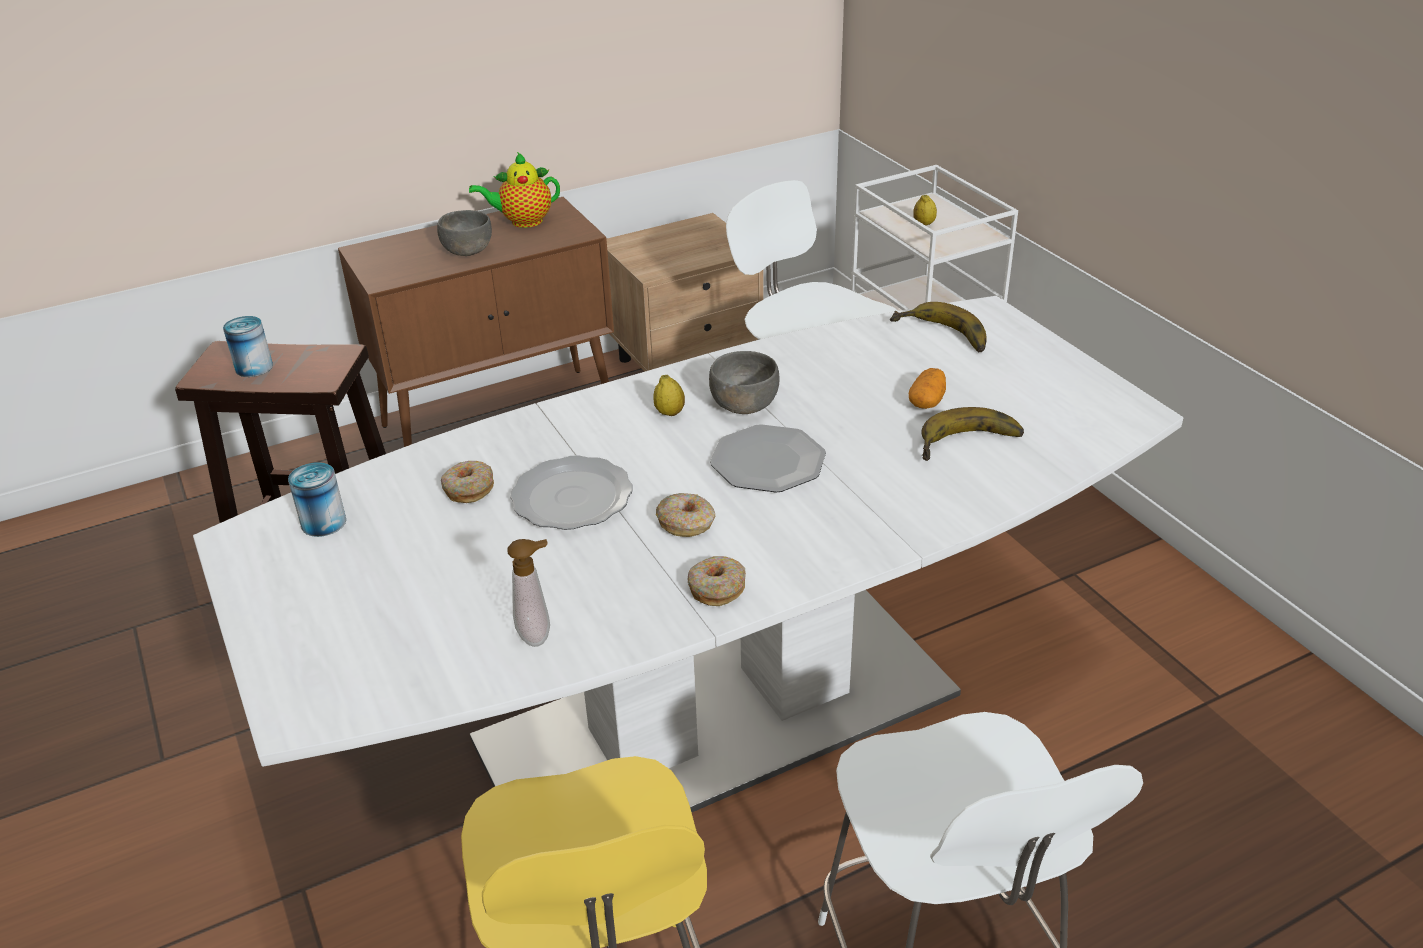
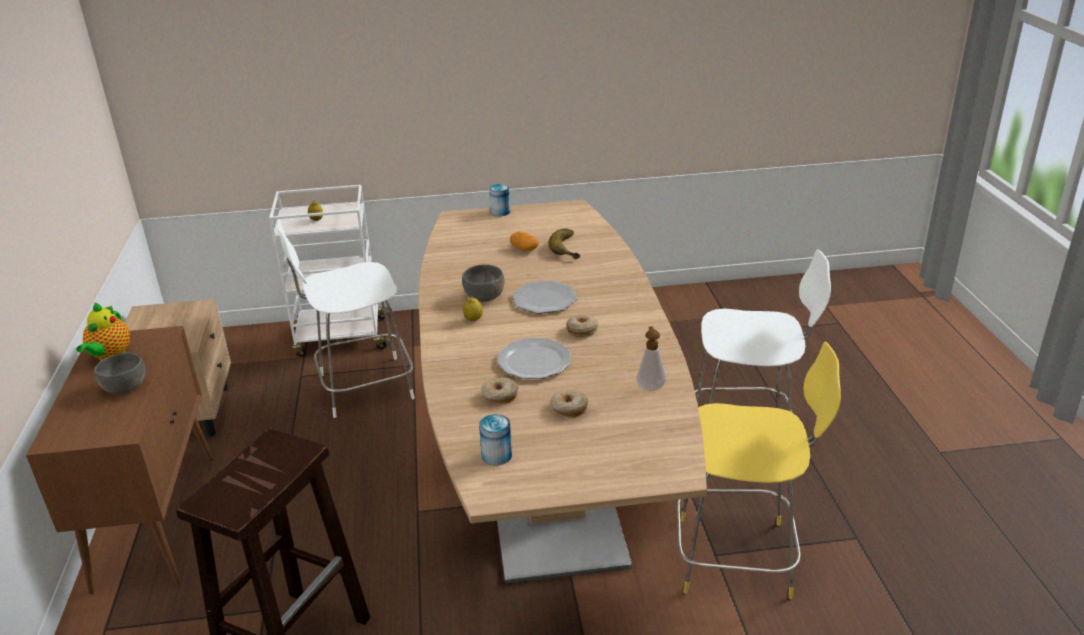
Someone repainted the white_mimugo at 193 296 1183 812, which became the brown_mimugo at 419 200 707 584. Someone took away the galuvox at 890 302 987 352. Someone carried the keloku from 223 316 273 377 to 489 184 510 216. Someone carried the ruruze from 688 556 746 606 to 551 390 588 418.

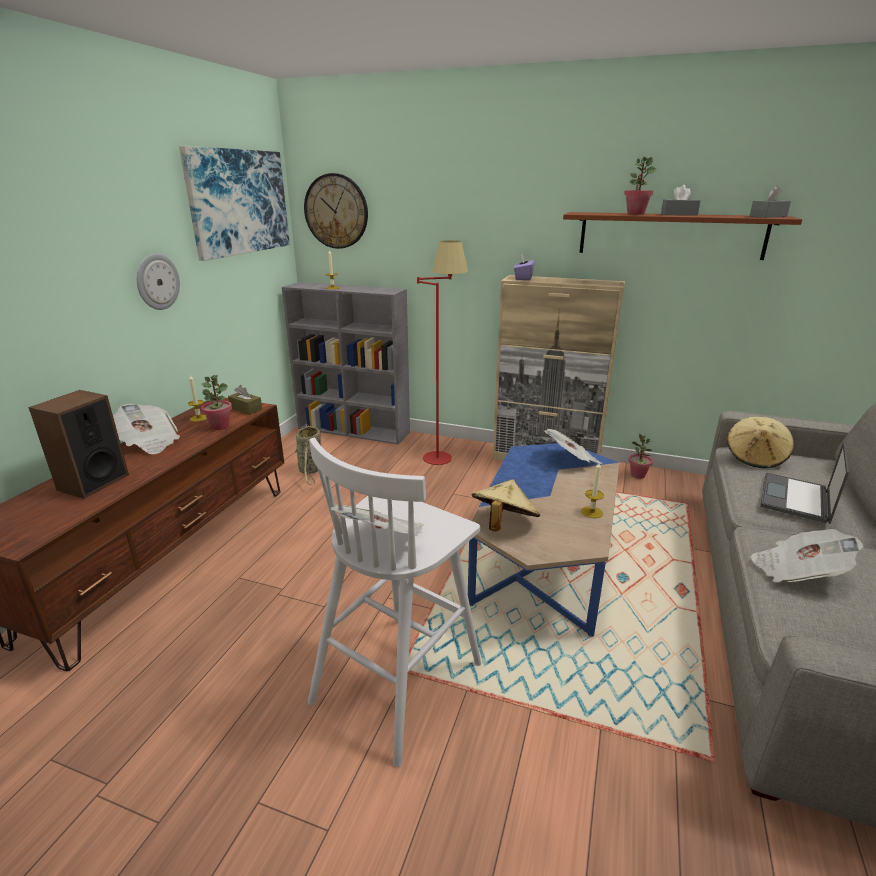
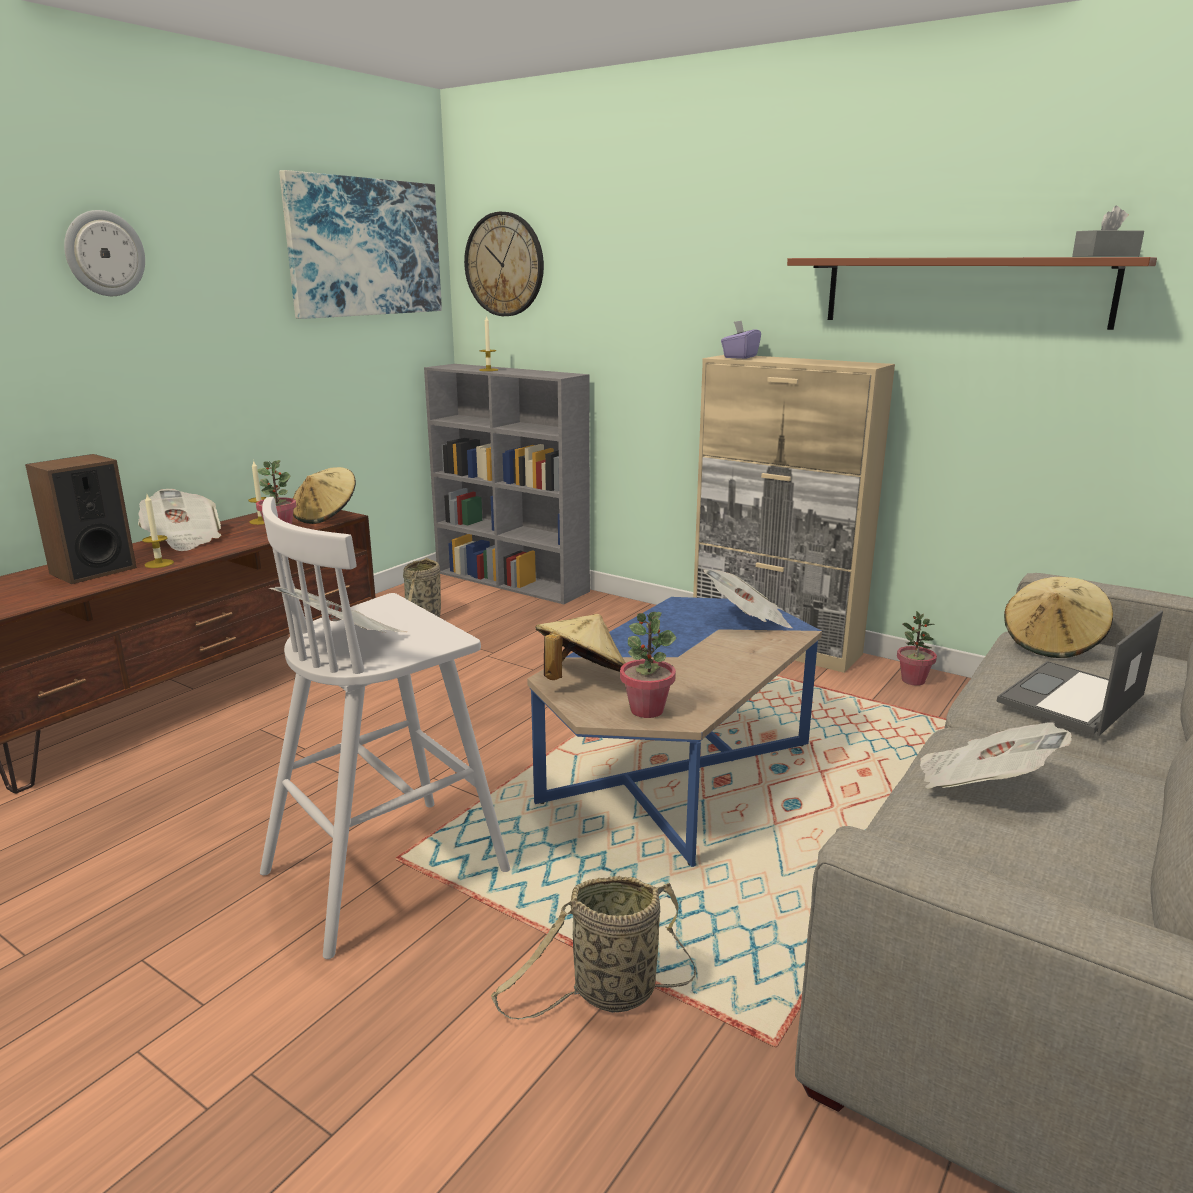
Someone carried the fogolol from 624 157 657 215 to 620 612 676 718. Someone took away the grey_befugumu at 661 185 701 216. Someone took away the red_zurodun at 417 240 468 465. Someone carried the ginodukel from 137 253 180 310 to 64 210 145 296. Someone swapped the brown_befugumu at 228 385 262 415 for the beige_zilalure at 293 467 356 524. Someone carried the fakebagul from 581 462 604 518 to 142 495 174 568. Someone put down the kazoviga at 491 876 697 1020.

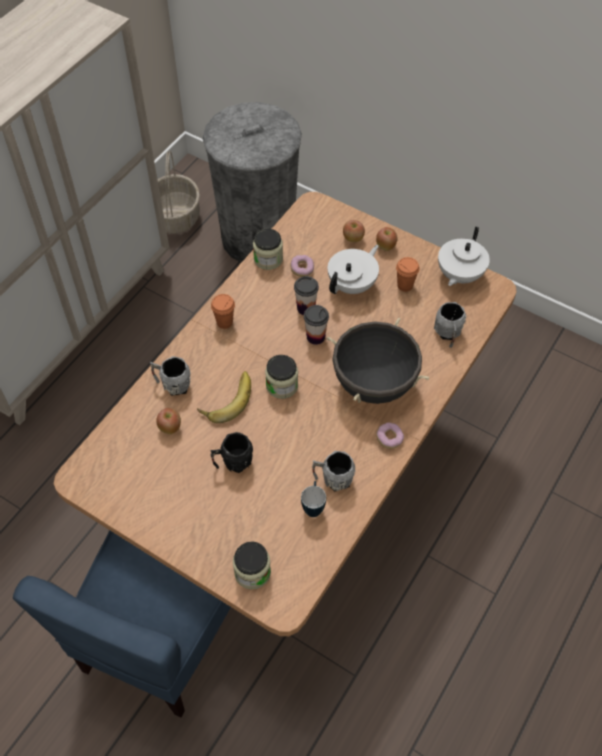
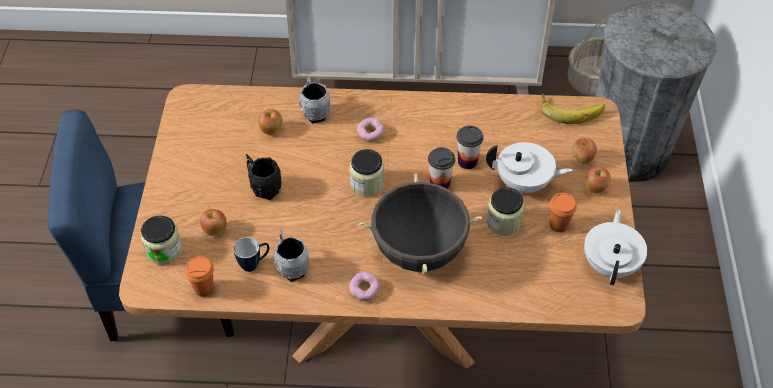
Someone rotated the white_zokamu at 438 226 490 286 by 105 degrees clockwise. Someone carried the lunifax from 253 228 283 270 to 486 187 524 236. Someone carried the ruruze from 290 255 314 277 to 357 117 384 142. Someone carried the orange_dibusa from 211 294 235 329 to 185 256 214 297. Someone took away the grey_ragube at 434 302 466 348. Someone carried the galuvox from 197 371 251 423 to 541 93 605 124. Someone put down the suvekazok at 200 209 227 236.

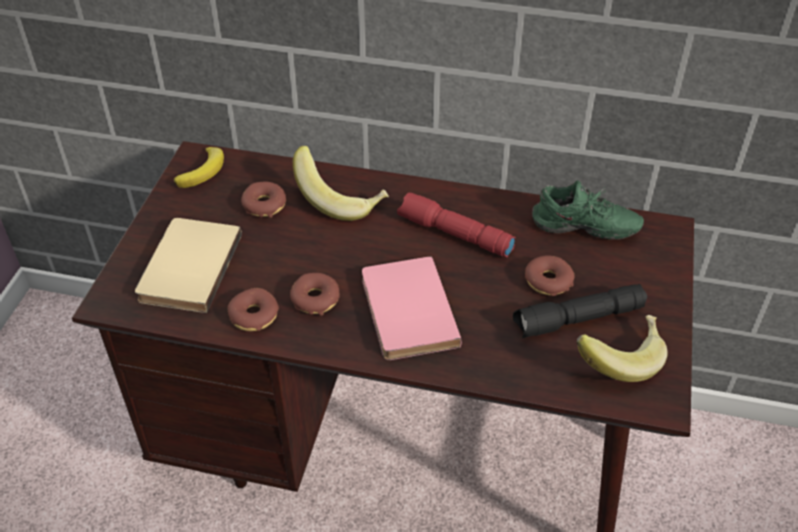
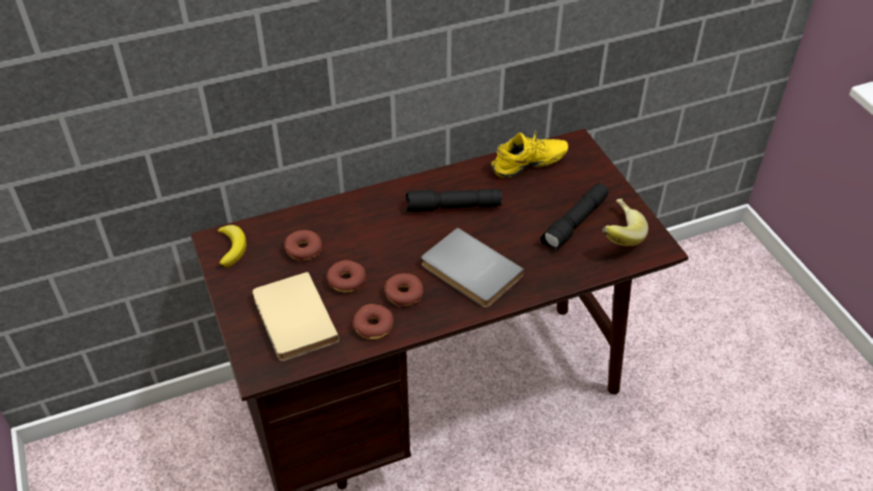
Someone took away the galuvox at 292 146 389 221. Someone repainted the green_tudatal at 532 180 644 240, which became the yellow_tudatal at 491 130 568 178. Someone repainted the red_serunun at 397 193 516 258, which became the black_serunun at 406 189 503 212. Someone carried the ruruze from 525 255 575 296 to 327 260 366 292. Someone repainted the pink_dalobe at 362 256 462 360, which became the grey_dalobe at 422 228 524 308.

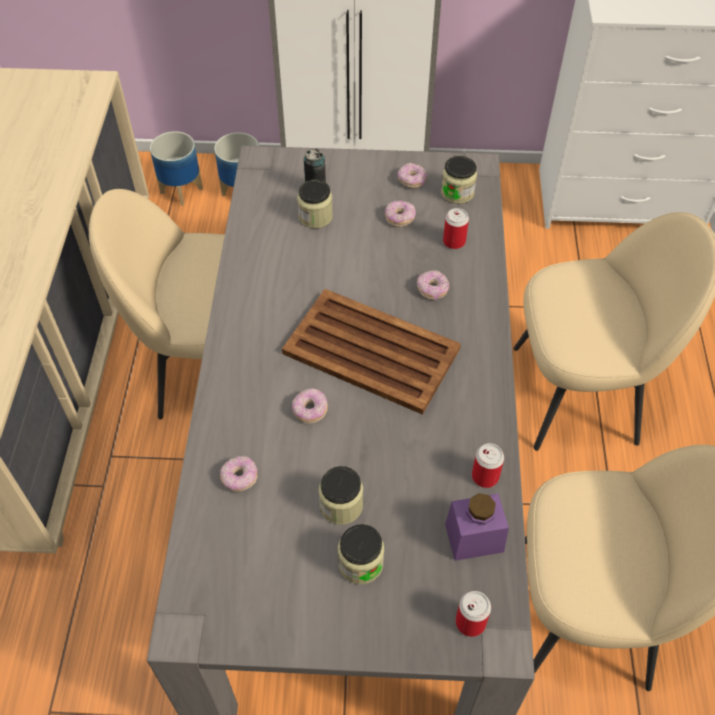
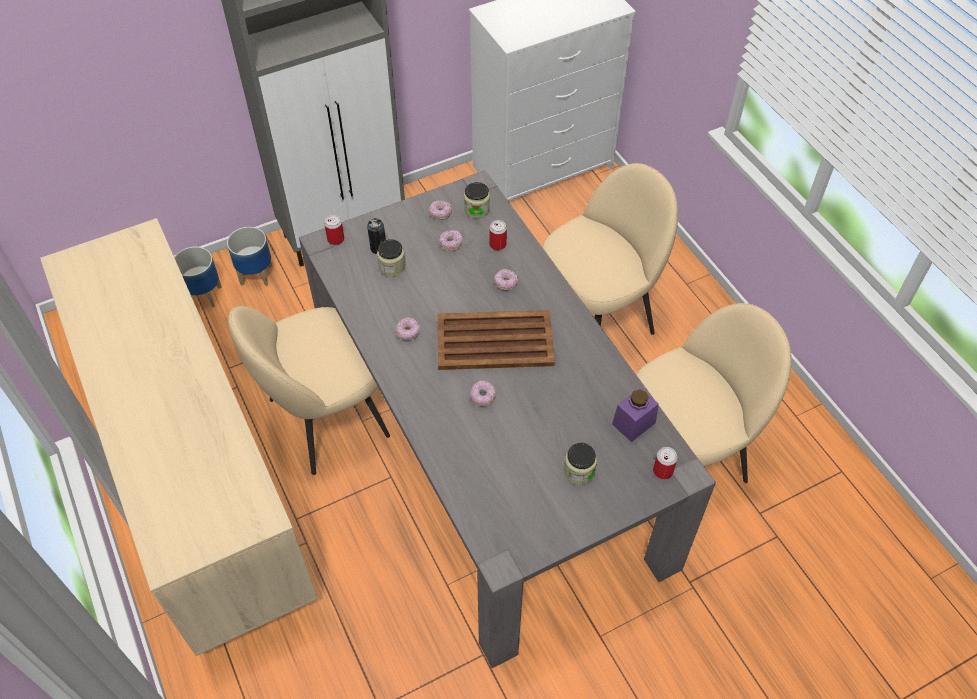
Someone carried the keloku from 472 443 504 488 to 324 215 344 245. Someone carried the ruruze from 220 456 258 492 to 396 317 420 340. Someone took away the lunifax at 319 466 363 525.

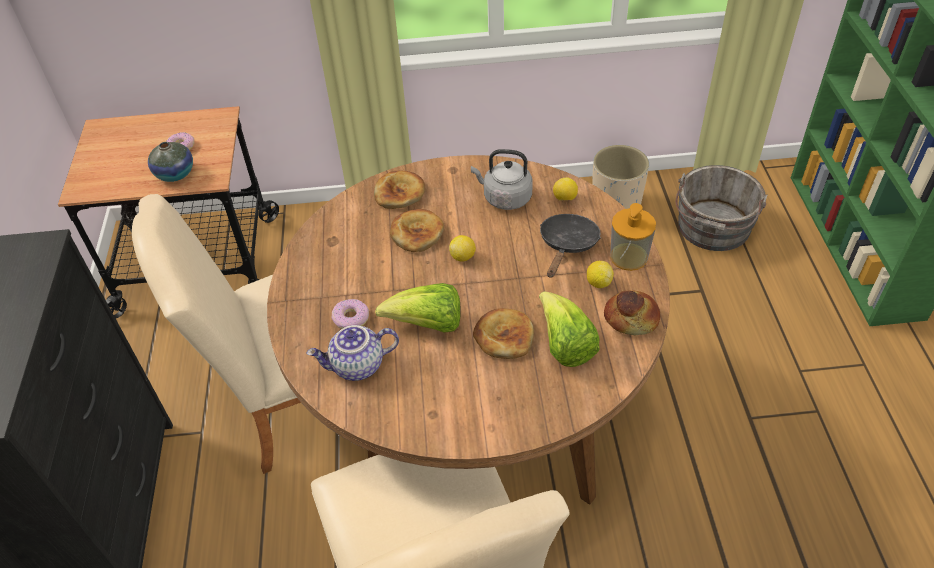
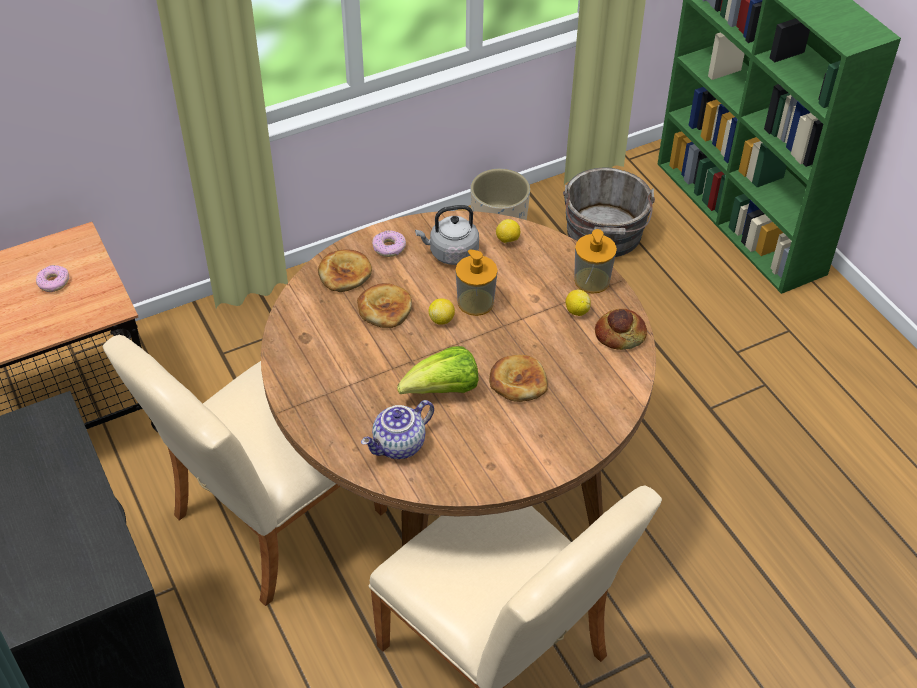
Someone took away the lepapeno at 148 142 193 182. Someone took away the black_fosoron at 540 214 601 278. Someone took away the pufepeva at 539 291 600 367. Someone carried the ruruze from 332 299 369 329 to 372 230 406 257. Someone put down the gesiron at 455 250 498 316.

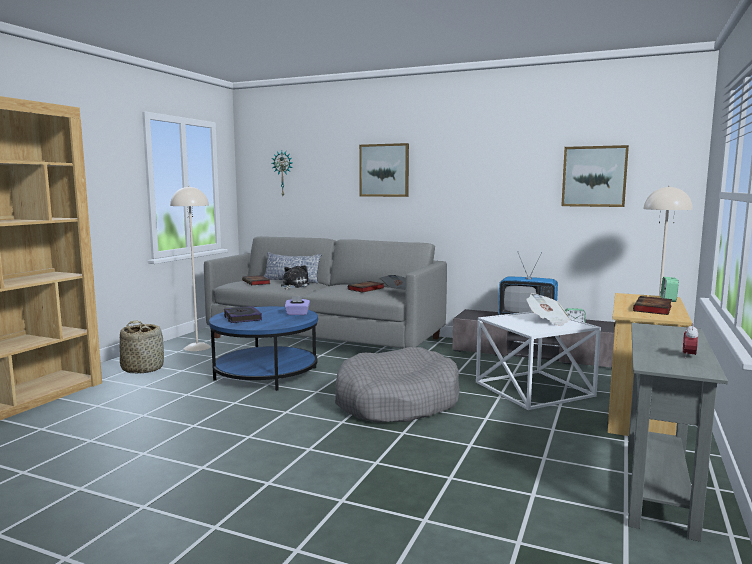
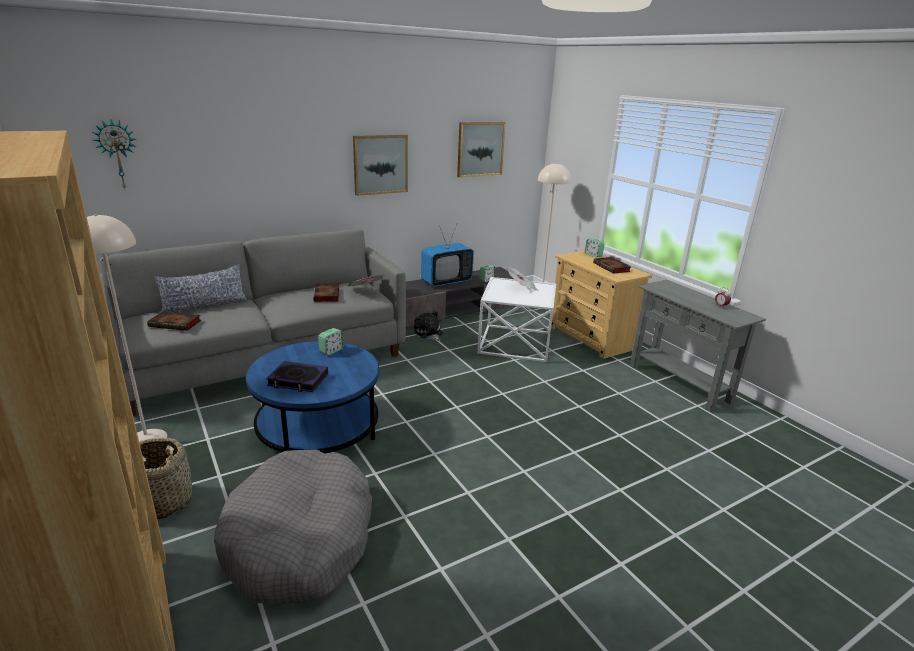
Someone carried the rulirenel from 359 143 409 197 to 353 135 408 196. Someone carried the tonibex from 281 265 309 289 to 414 311 443 341. Someone swapped the purple_befugumu at 285 296 310 315 for the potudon at 318 328 344 355. Someone carried the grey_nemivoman from 335 347 460 423 to 214 449 372 605.

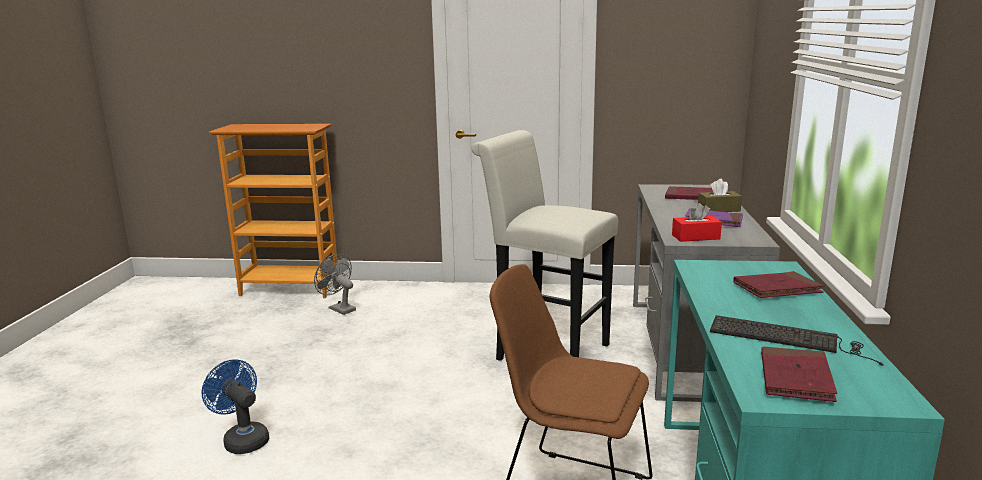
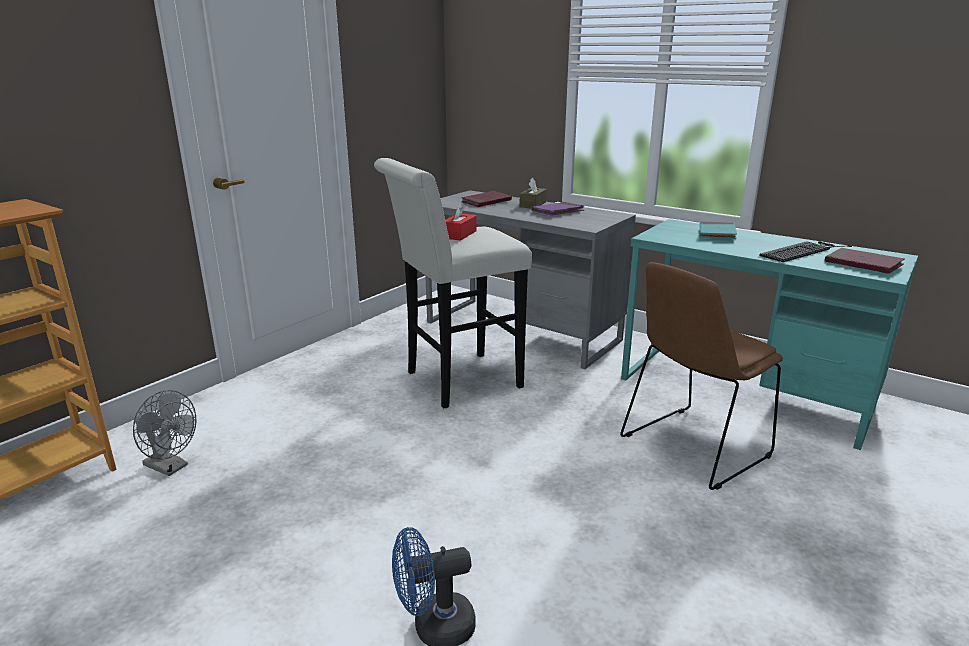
Someone carried the red_befugumu from 672 203 722 242 to 445 202 477 241. Someone rotated the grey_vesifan at 314 254 356 315 by 135 degrees counterclockwise. Someone repainted the red_dalobe at 733 271 824 298, which became the turquoise_dalobe at 700 221 737 239.

